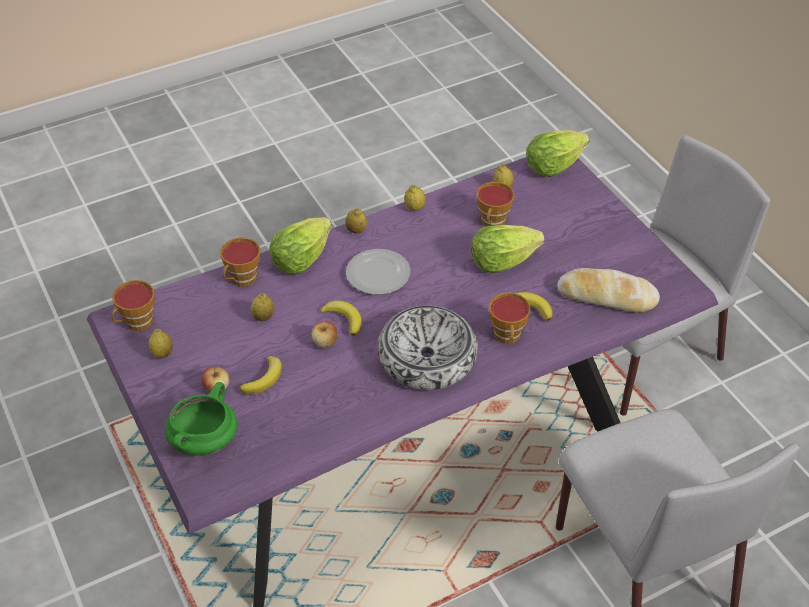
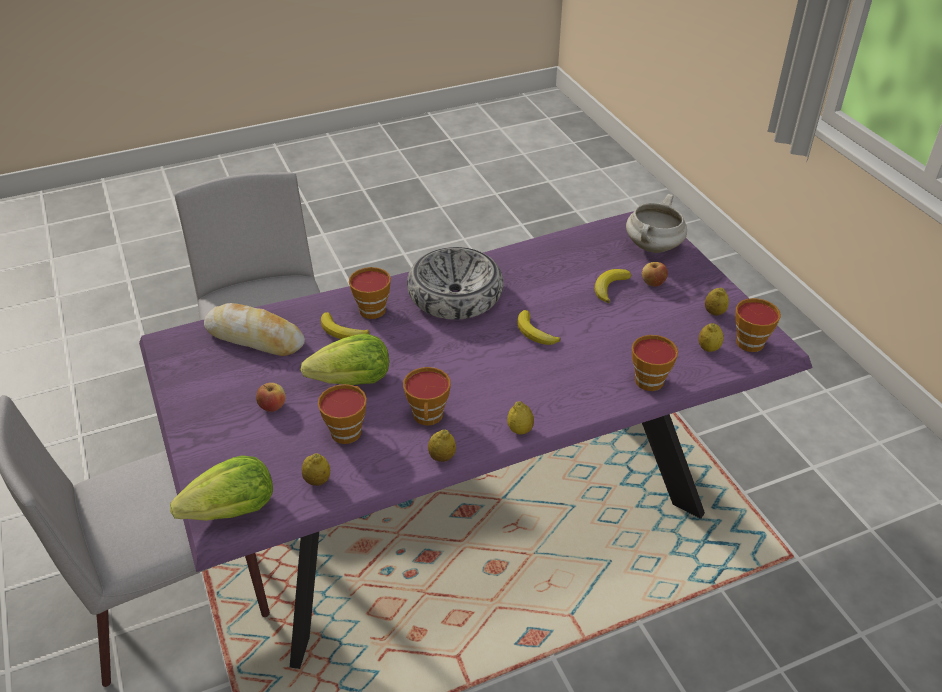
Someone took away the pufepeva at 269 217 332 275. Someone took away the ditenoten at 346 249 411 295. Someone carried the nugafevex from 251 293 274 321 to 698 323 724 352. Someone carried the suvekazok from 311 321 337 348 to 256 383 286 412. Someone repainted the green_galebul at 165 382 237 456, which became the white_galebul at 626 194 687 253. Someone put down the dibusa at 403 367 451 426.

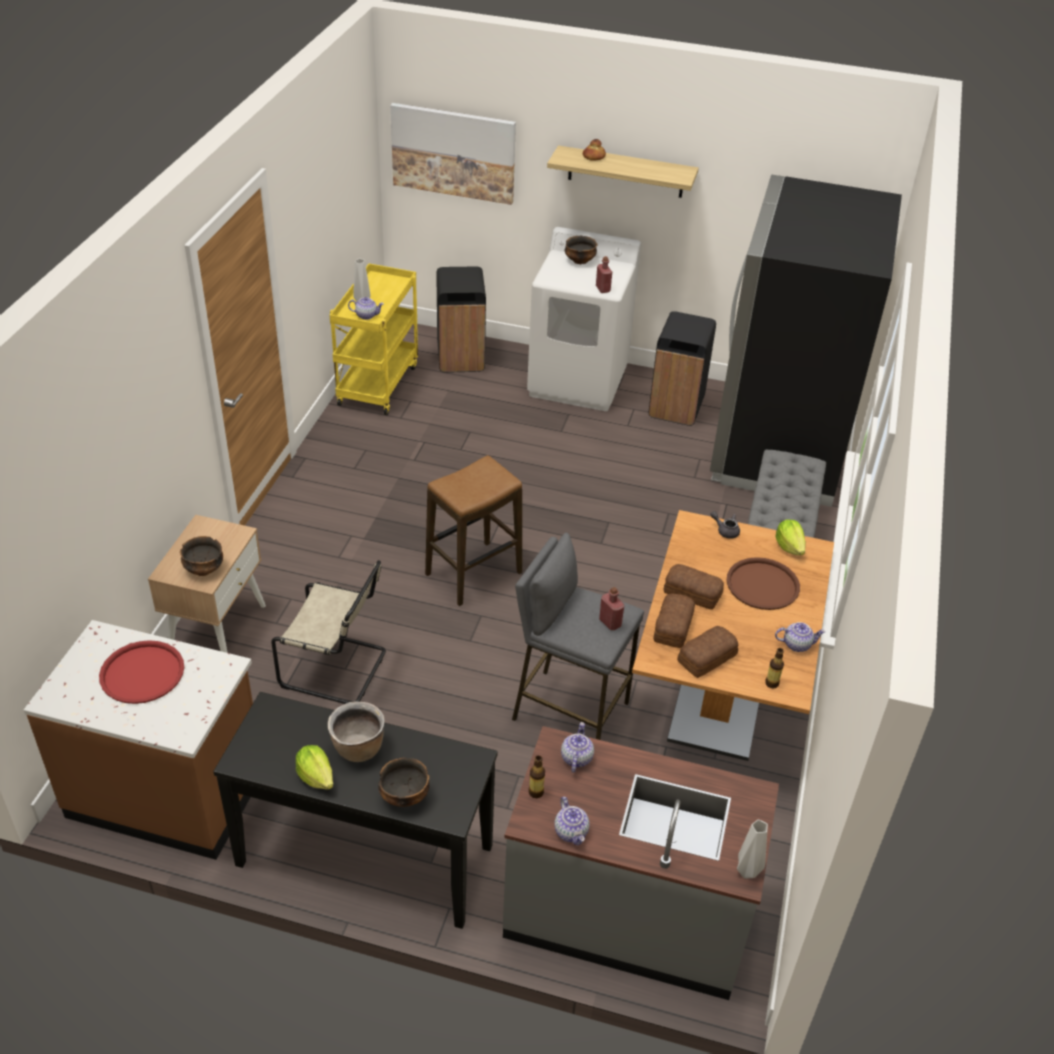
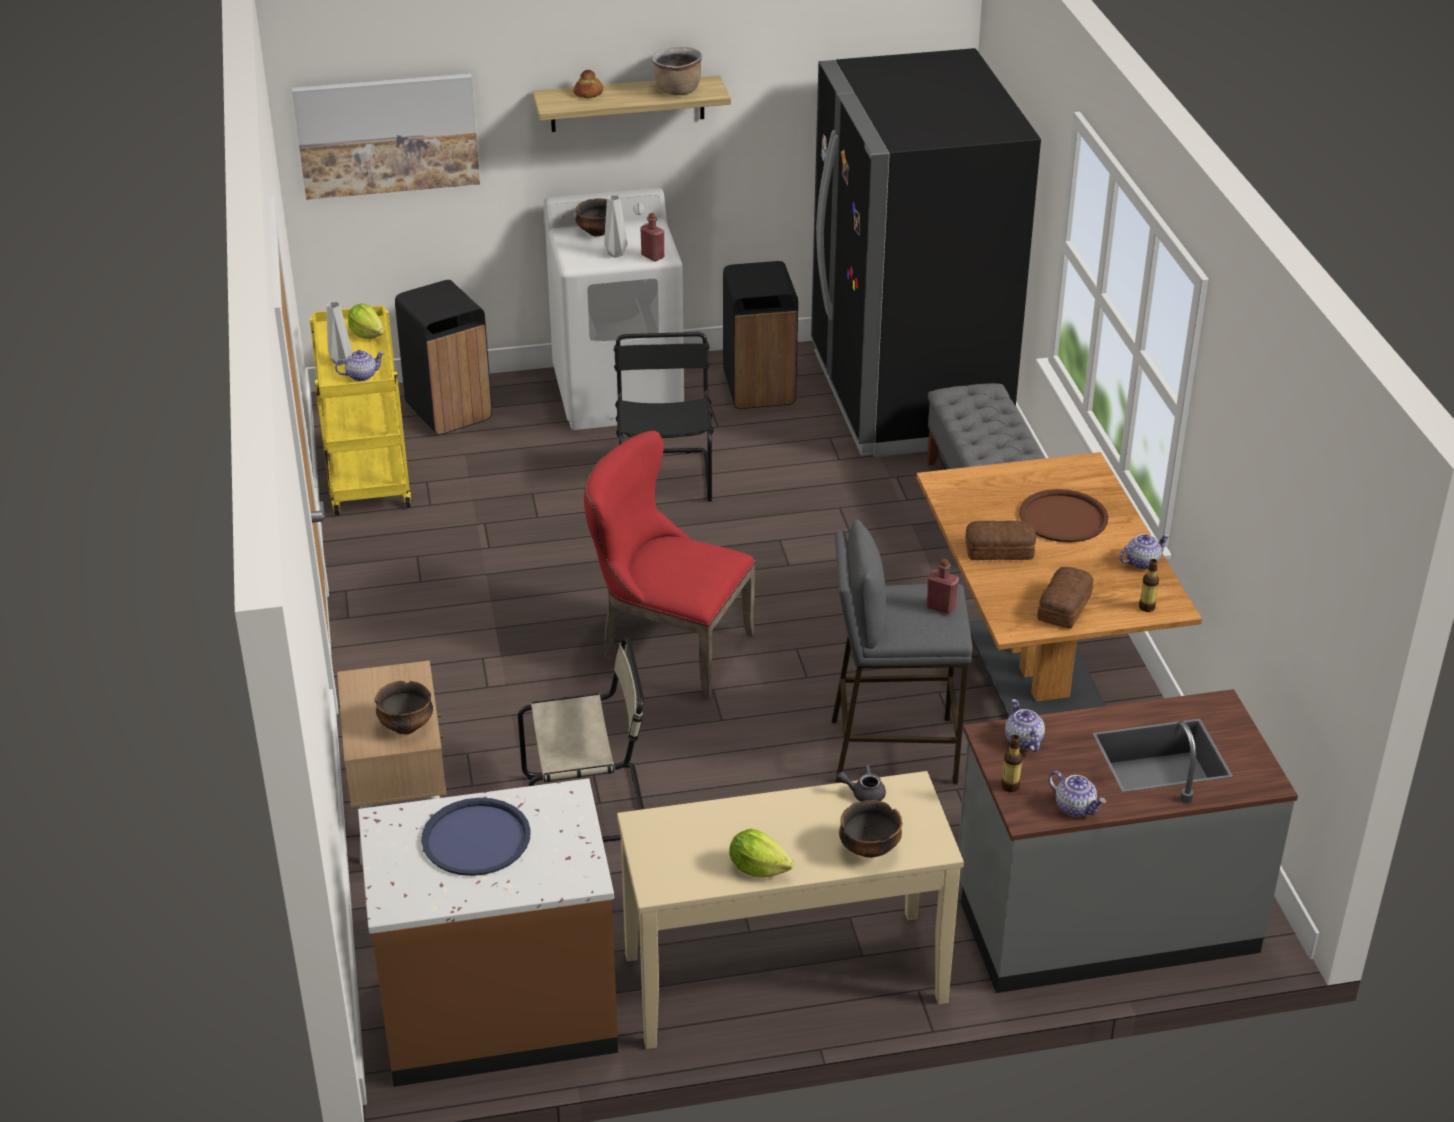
Someone swapped the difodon at 425 455 522 606 for the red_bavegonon at 584 431 755 699. Someone carried the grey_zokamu from 710 511 740 539 to 837 765 886 802. Someone carried the pufepeva from 775 520 806 555 to 348 303 384 339. Someone took away the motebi at 653 594 695 648. Someone repainted the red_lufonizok at 99 640 184 704, which became the blue_lufonizok at 421 798 531 876. Someone repainted the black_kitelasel at 213 692 498 929, which became the beige_kitelasel at 617 771 964 1049. Someone carried the brown_galebul from 328 702 384 762 to 652 46 702 95. Someone carried the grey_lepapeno from 737 819 768 879 to 604 195 627 258. Someone put down the black_bavegonon at 614 332 714 502.

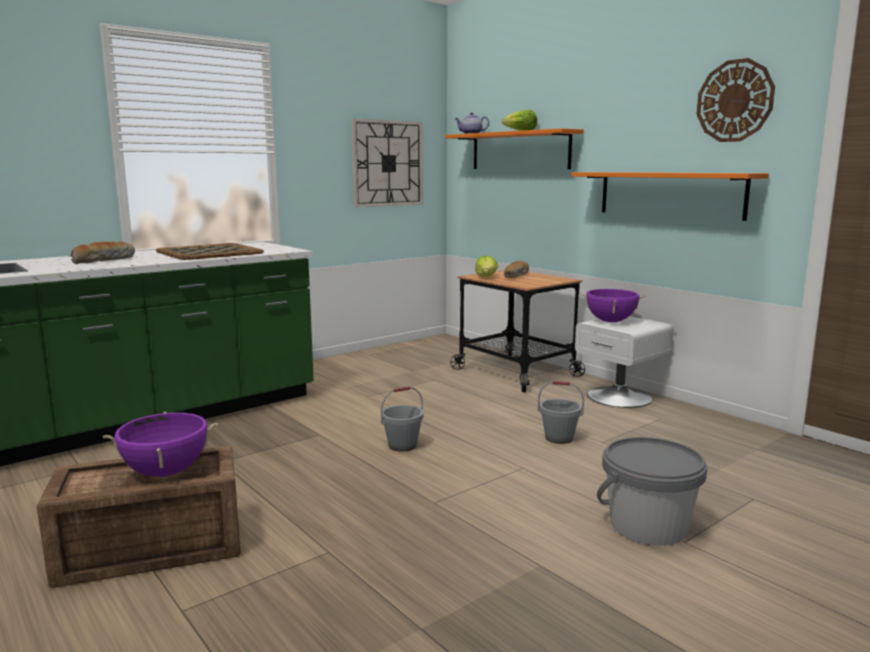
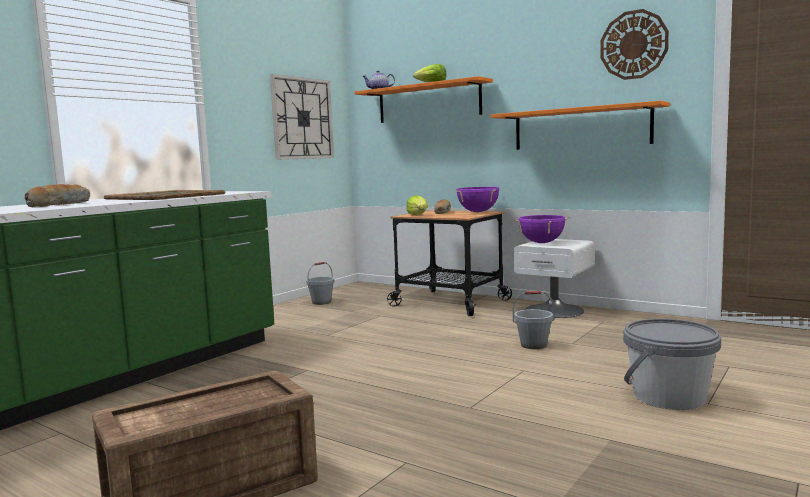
Someone carried the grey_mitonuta from 381 386 424 452 to 306 262 335 305. Someone carried the purple_galebul from 103 411 218 477 to 456 187 499 212.

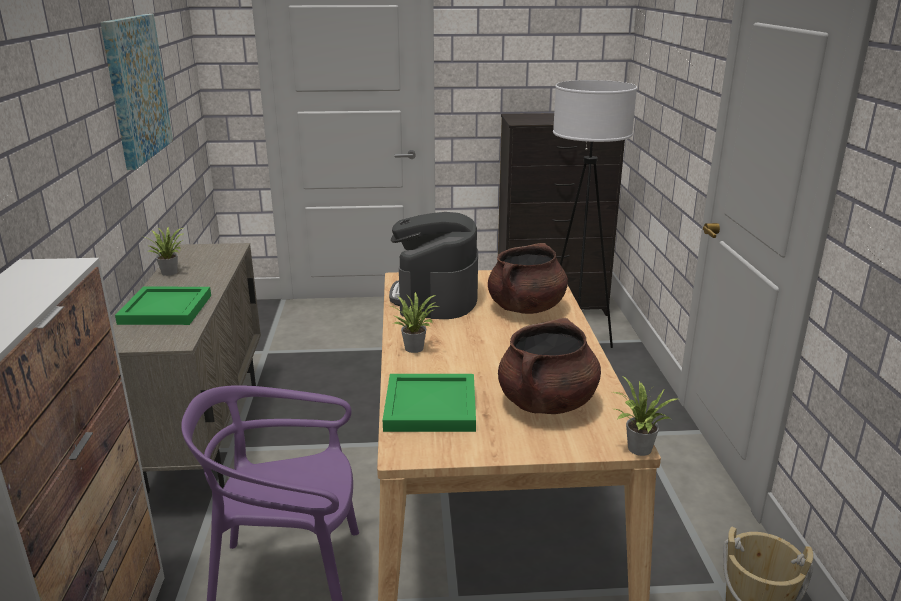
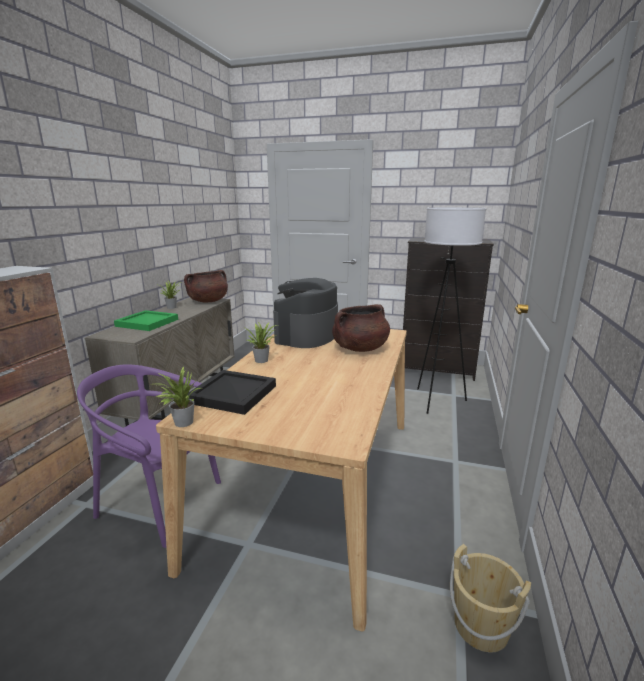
Someone took away the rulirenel at 100 14 173 170. Someone carried the brown_galebul from 498 318 601 414 to 184 270 228 302. Someone repainted the green_lufonizok at 383 374 476 432, which became the black_lufonizok at 188 370 276 415. Someone carried the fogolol from 614 377 677 456 to 149 366 202 427.

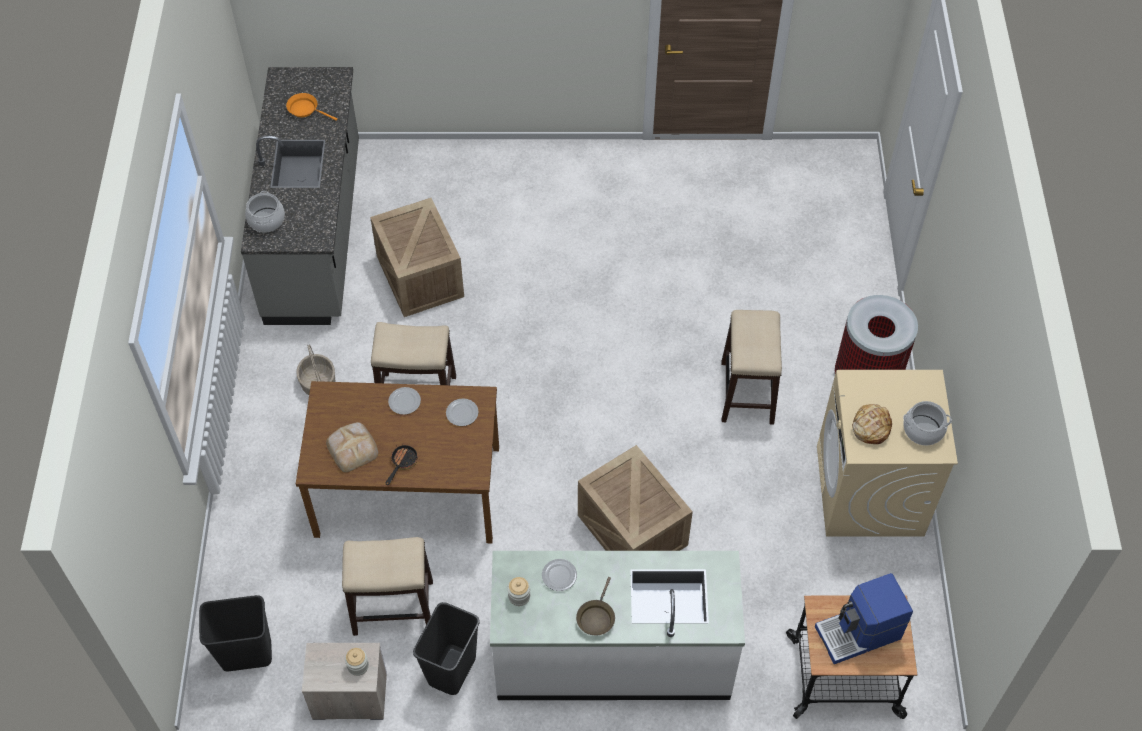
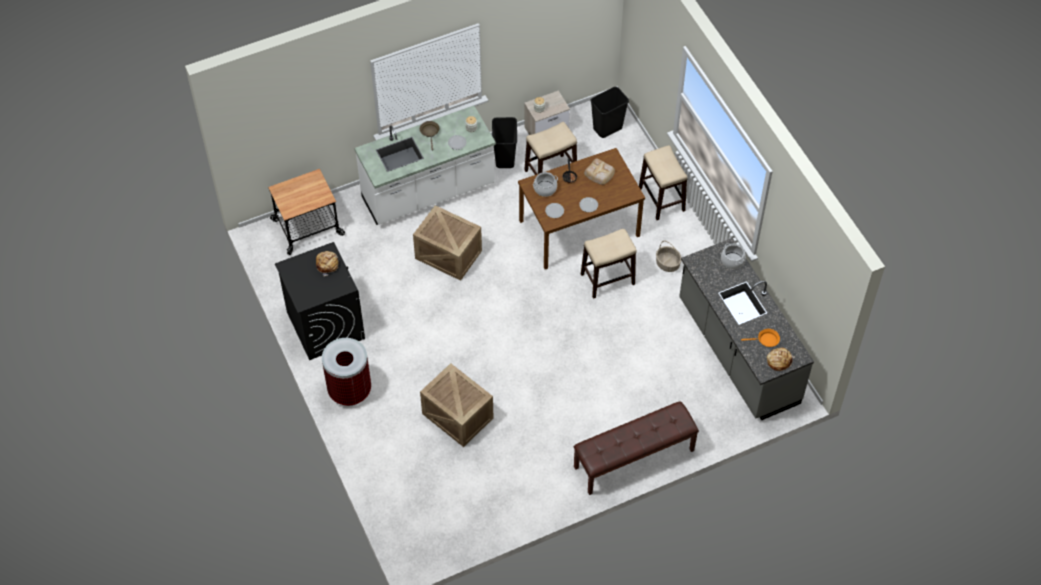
Someone carried the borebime from 370 198 464 317 to 420 363 493 447. Someone carried the difodon from 721 310 782 425 to 639 145 688 220. Someone repainted the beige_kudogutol at 817 370 958 537, which became the black_kudogutol at 275 242 365 360. Someone carried the galebul from 903 401 952 446 to 533 172 558 197. Someone took away the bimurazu at 815 573 913 664. Someone put down the motebi at 767 348 795 371. Someone put down the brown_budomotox at 574 401 699 495.

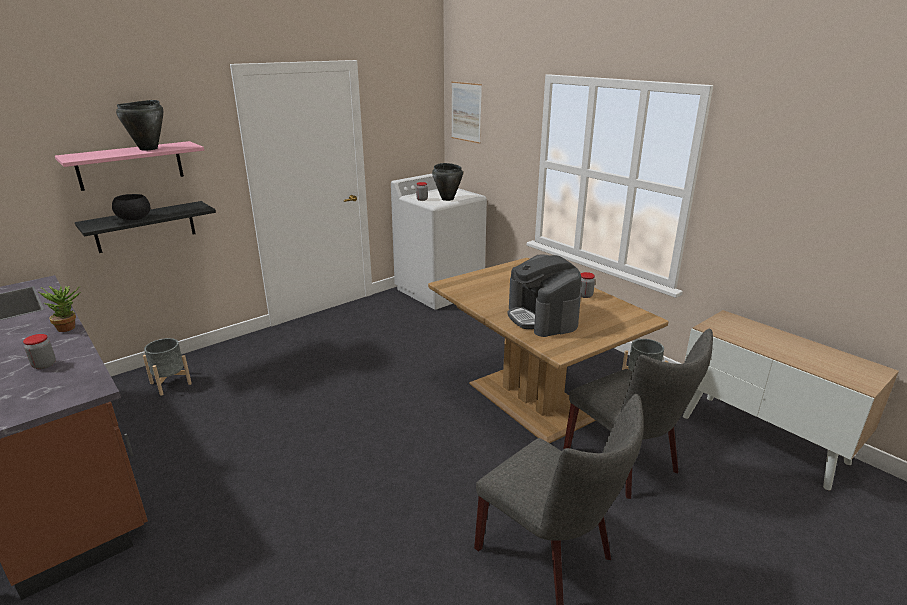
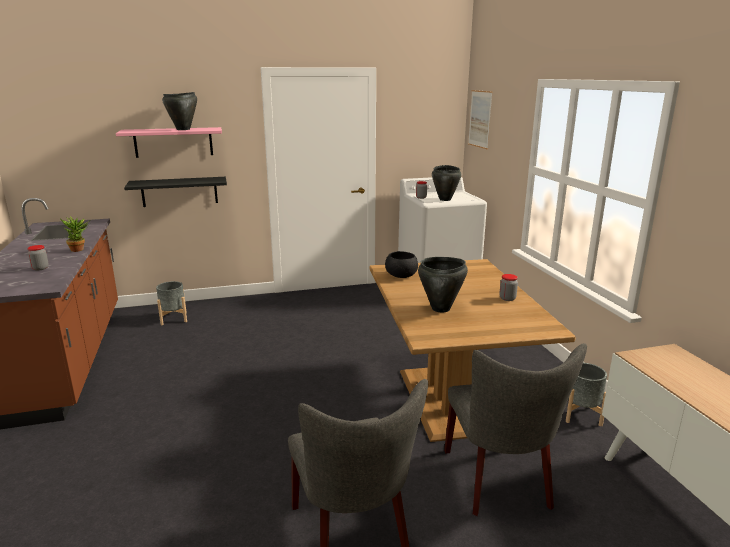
Someone carried the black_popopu from 112 194 151 220 to 385 251 418 278. Someone swapped the bimurazu at 508 255 581 337 for the black_galebul at 418 257 468 312.

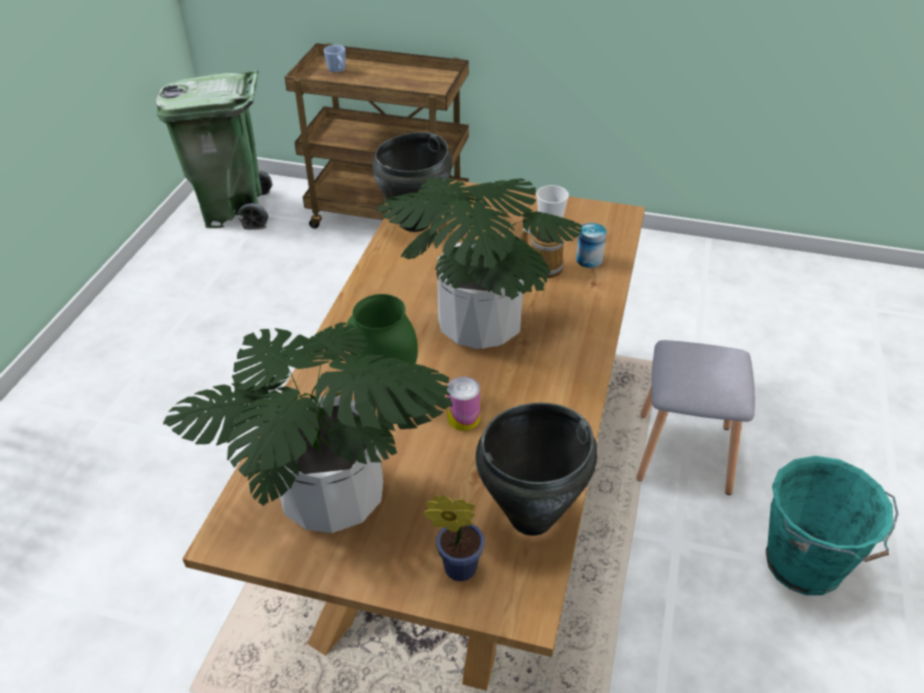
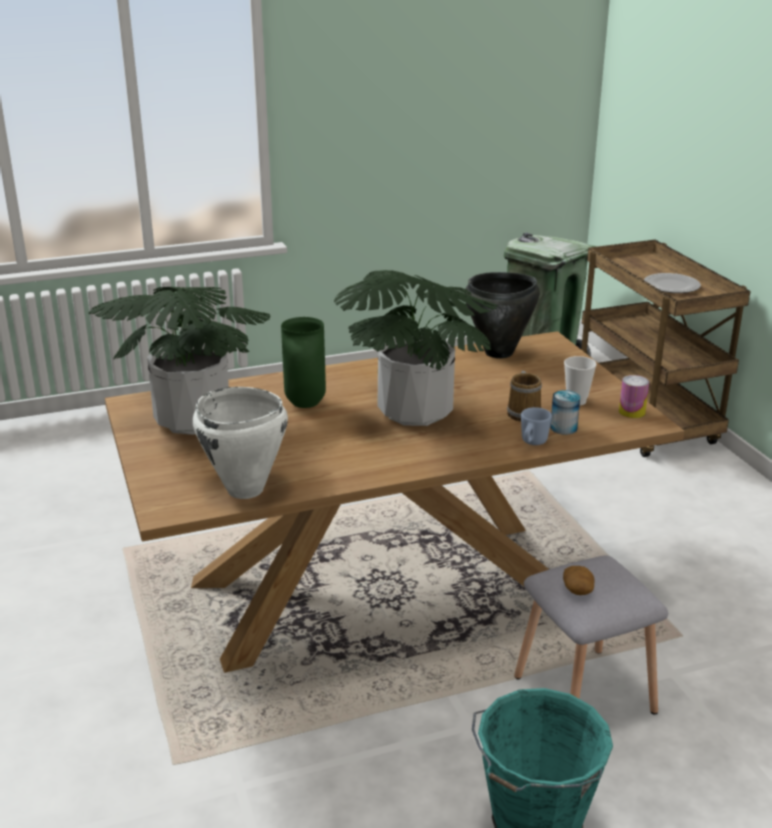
Someone carried the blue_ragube from 324 45 346 72 to 521 407 552 445. Someone carried the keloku from 447 376 480 431 to 619 375 649 418. Someone repainted the black_galebul at 475 403 597 536, which became the white_galebul at 193 387 288 499. Someone took away the fogolol at 423 496 485 581. Someone put down the ditenoten at 644 273 701 293. Someone put down the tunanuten at 563 566 595 595.

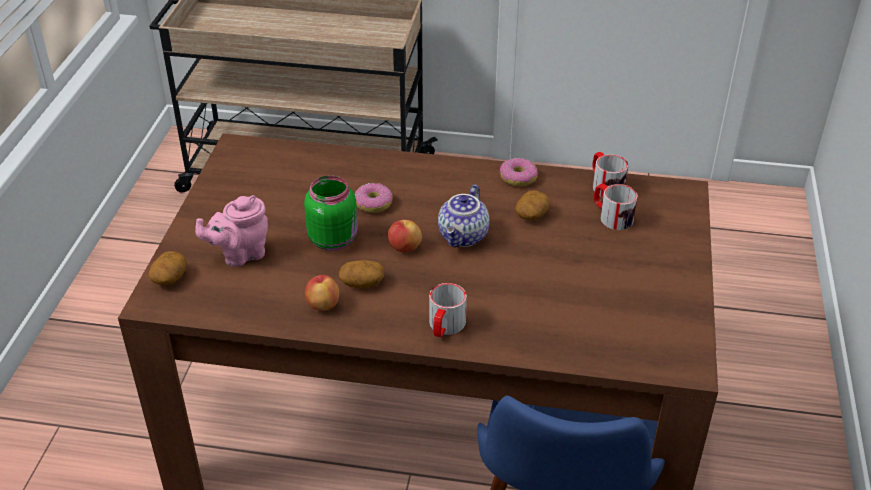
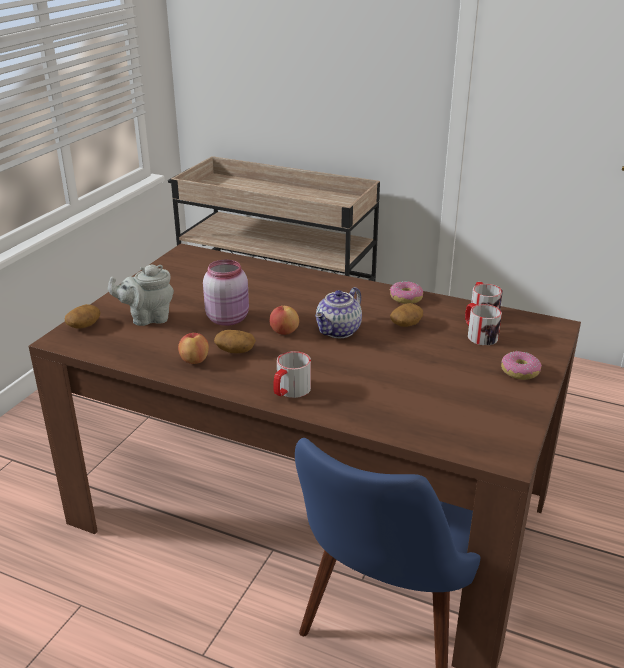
Someone repainted the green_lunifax at 304 175 358 251, which became the pink_lunifax at 203 260 249 326. Someone carried the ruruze from 355 183 393 213 to 501 351 542 380. Someone repainted the pink_zokamu at 195 195 268 267, which became the grey_zokamu at 108 265 174 326.

